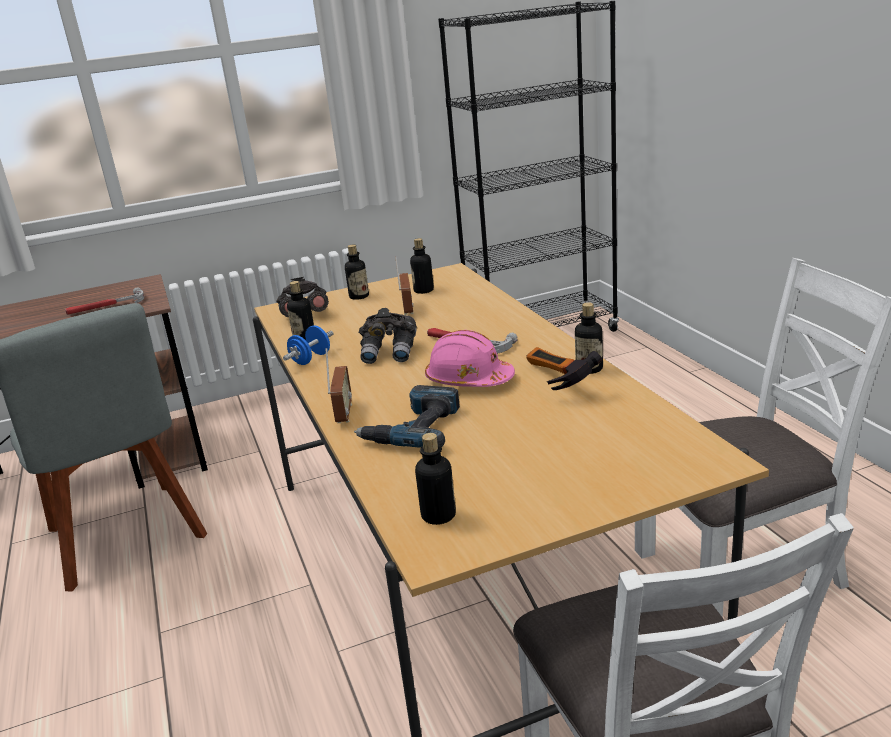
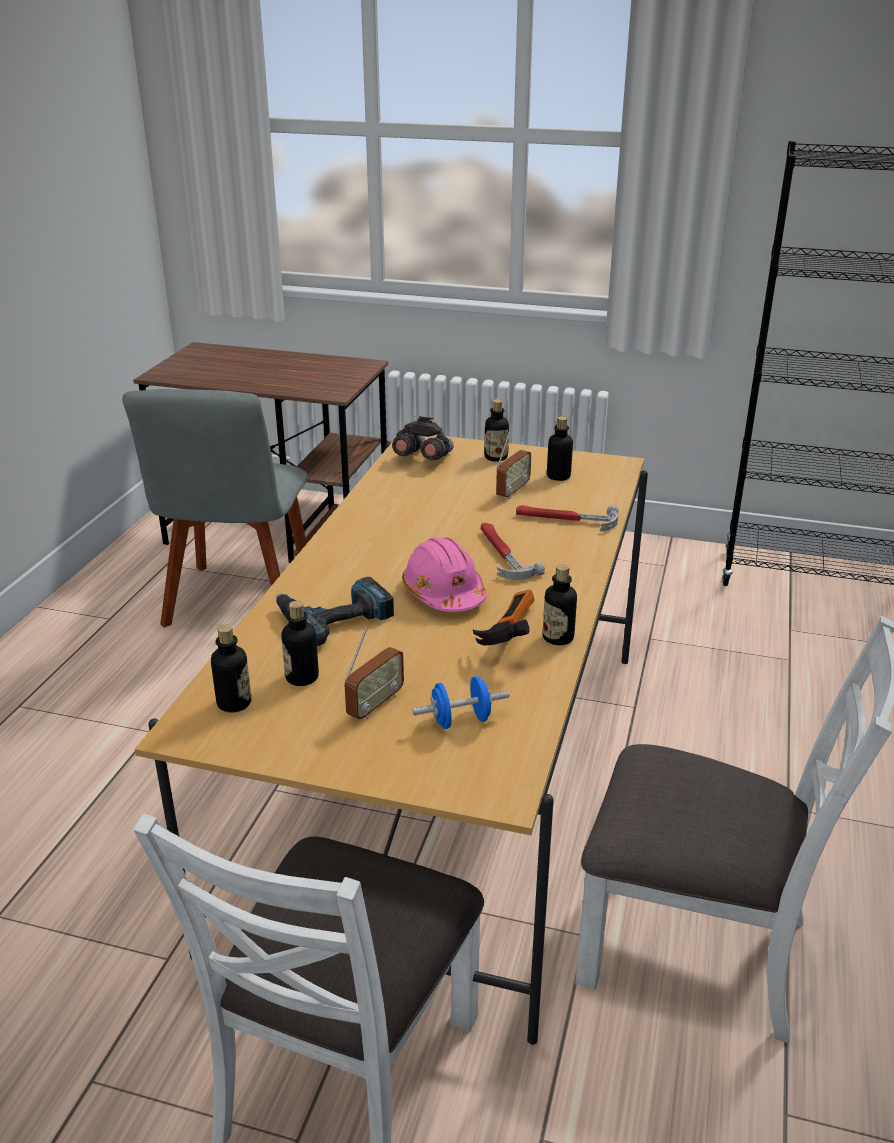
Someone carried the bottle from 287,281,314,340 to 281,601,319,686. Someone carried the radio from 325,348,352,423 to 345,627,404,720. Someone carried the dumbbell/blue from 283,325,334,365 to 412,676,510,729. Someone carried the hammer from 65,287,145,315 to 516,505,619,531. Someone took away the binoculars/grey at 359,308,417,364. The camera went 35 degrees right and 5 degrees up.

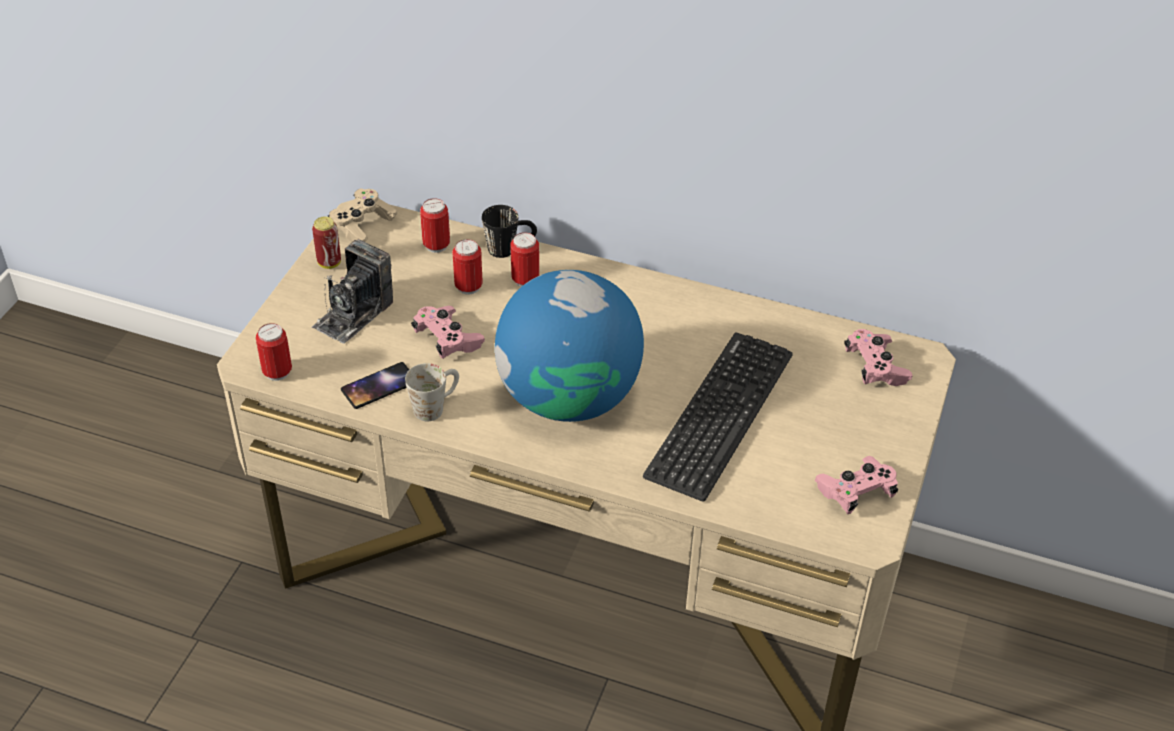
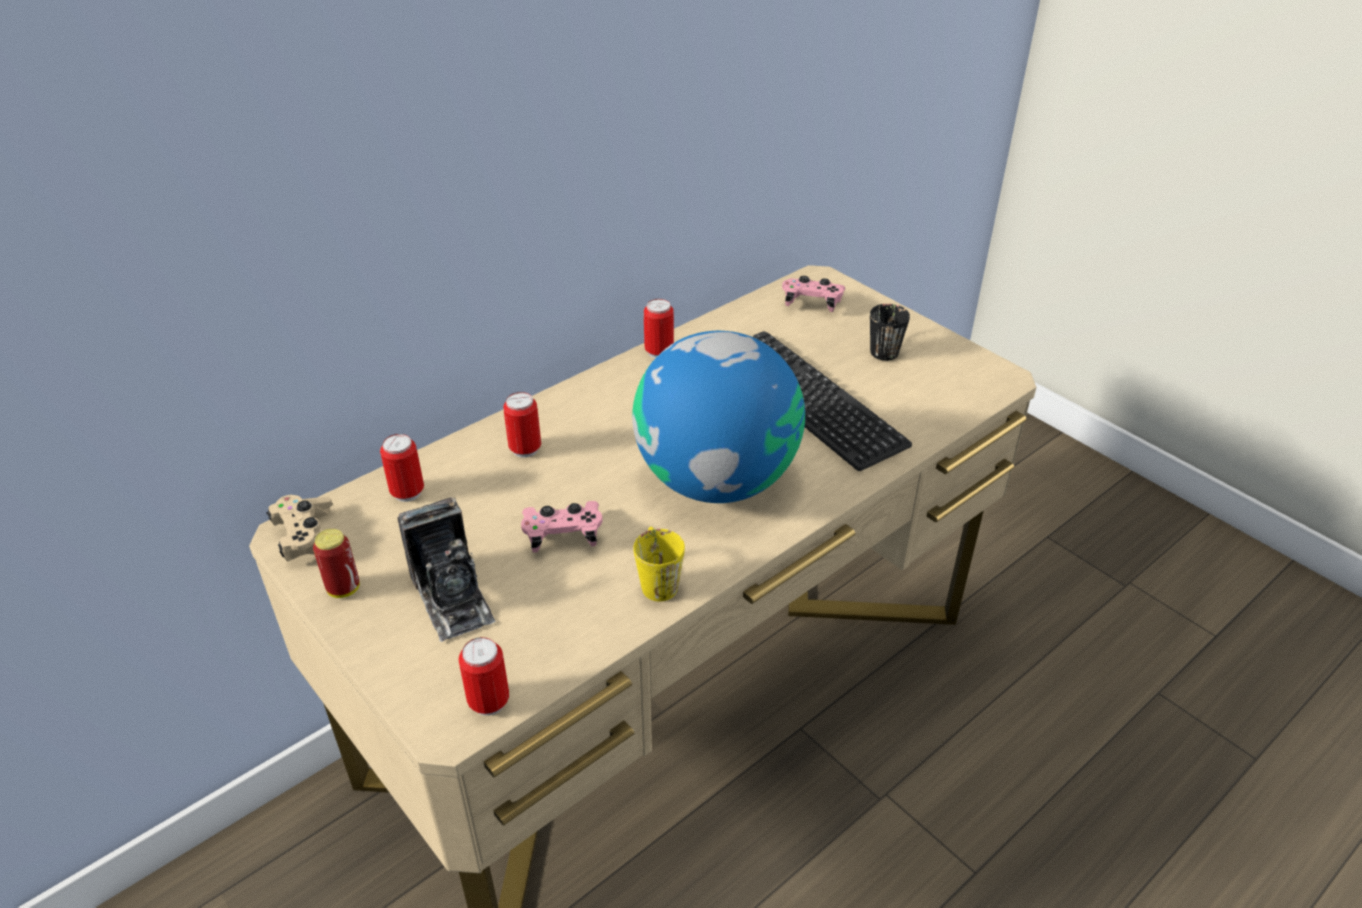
Someone repainted the mug/white at 405,363,459,421, which became the mug/yellow at 633,527,685,602. Someone carried the can from 452,239,483,295 to 644,299,674,358. Someone carried the mug/black from 482,205,537,258 to 870,304,910,361. Someone took away the phone at 341,362,409,409. Someone took away the game controller/pink at 814,456,898,514. The camera went 60 degrees left and 5 degrees down.

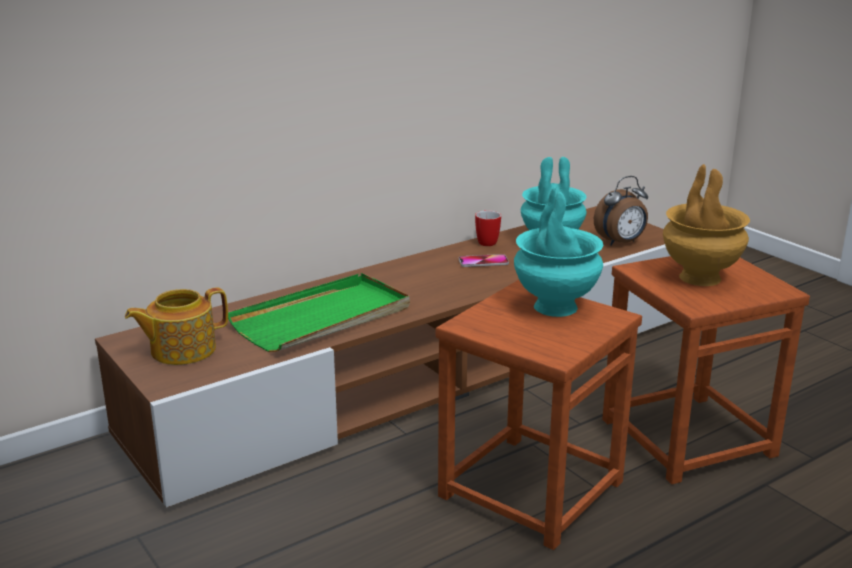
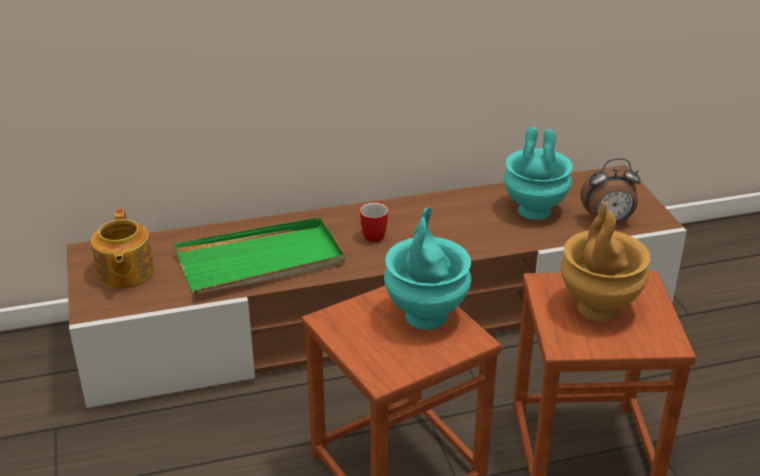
Someone rotated the teapot at 125,287,228,365 by 90 degrees counterclockwise. Someone carried the mug from 475,210,501,246 to 360,201,388,242. Someone took away the phone at 459,254,509,267. The camera went 20 degrees right and 10 degrees up.

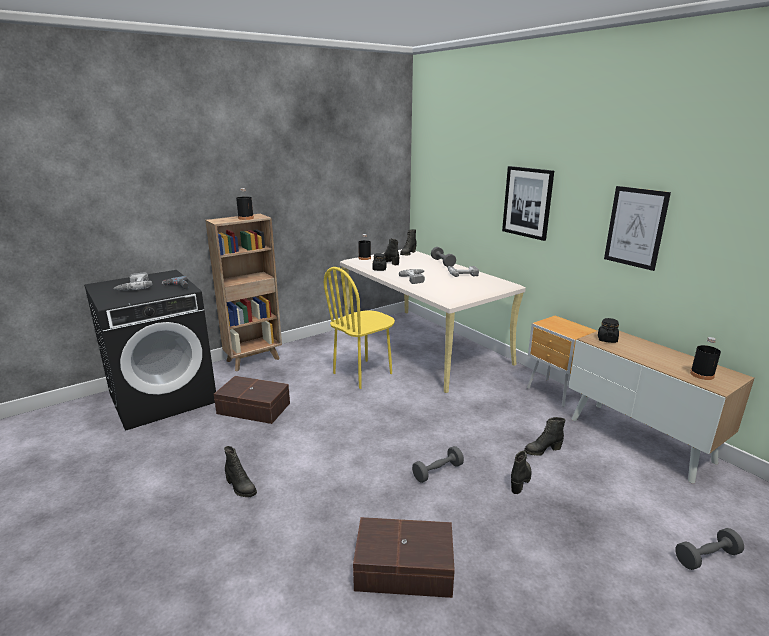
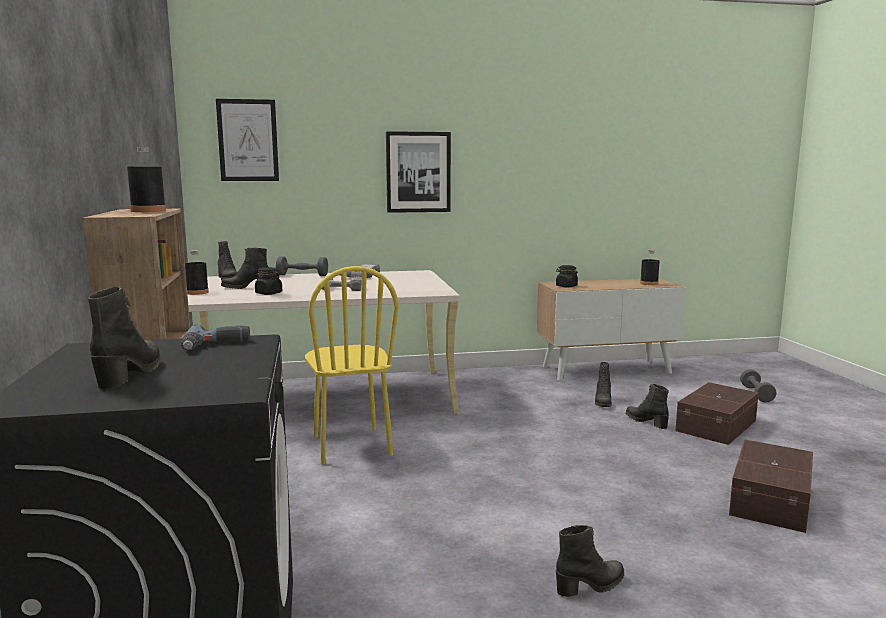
Someone swapped the power drill at 114,272,153,290 for the boot/black at 88,286,160,389. Someone carried the picture from 604,186,671,271 to 216,99,279,181. Someone carried the storage box/brown from 214,376,290,424 to 675,382,759,445. Someone took away the dumbbell/grey at 412,446,464,483. Someone took away the nightstand/brown at 527,316,597,407. The camera went 65 degrees left and 10 degrees down.

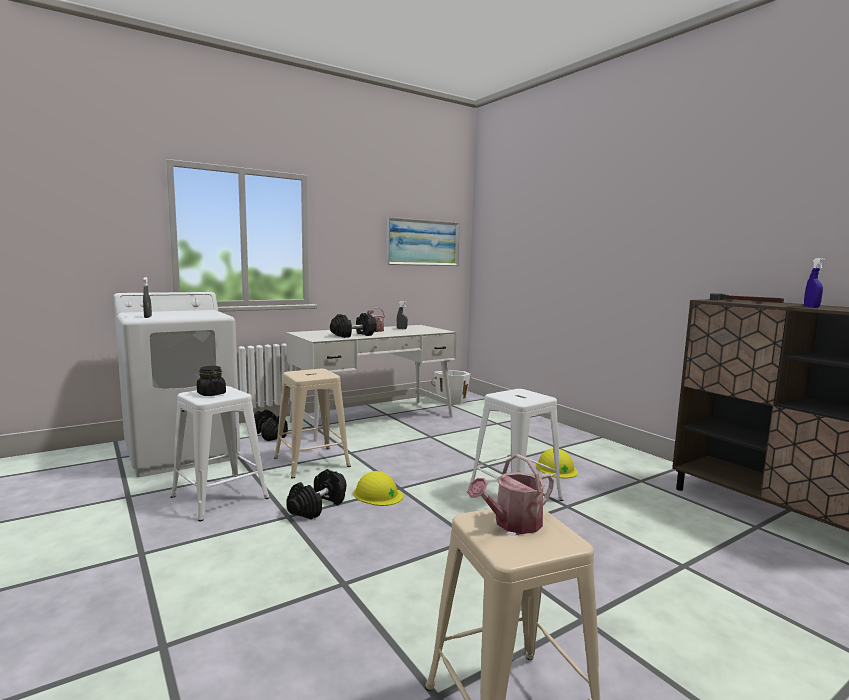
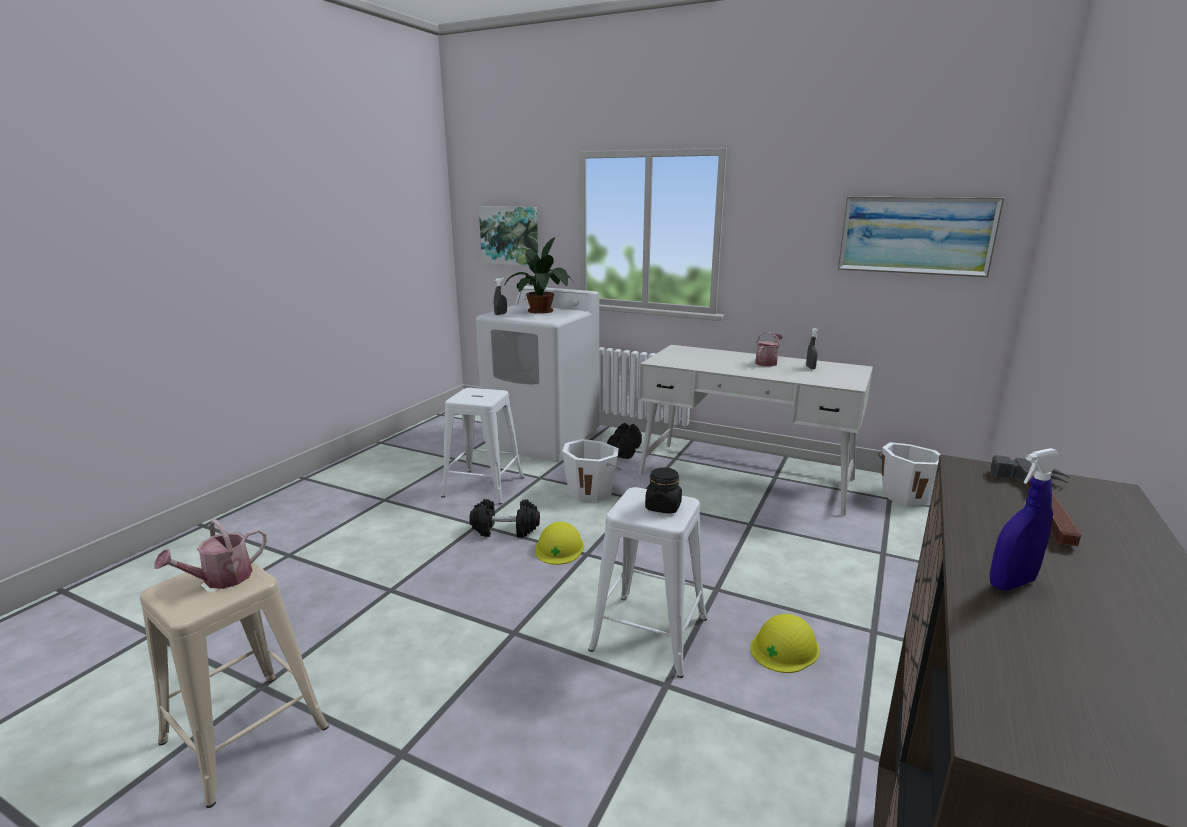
Someone rotated the watering can at 468,454,554,534 by 75 degrees counterclockwise. Someone put up the picture at 479,206,538,266. Someone put down the potted plant at 504,237,575,314. Someone swapped the stool/beige at 274,369,351,478 for the bucket/white at 562,439,621,502. Someone carried the jar/black from 197,366,226,396 to 645,467,682,514. Someone took away the dumbbell/black at 330,313,377,338. The camera went 60 degrees right and 10 degrees up.

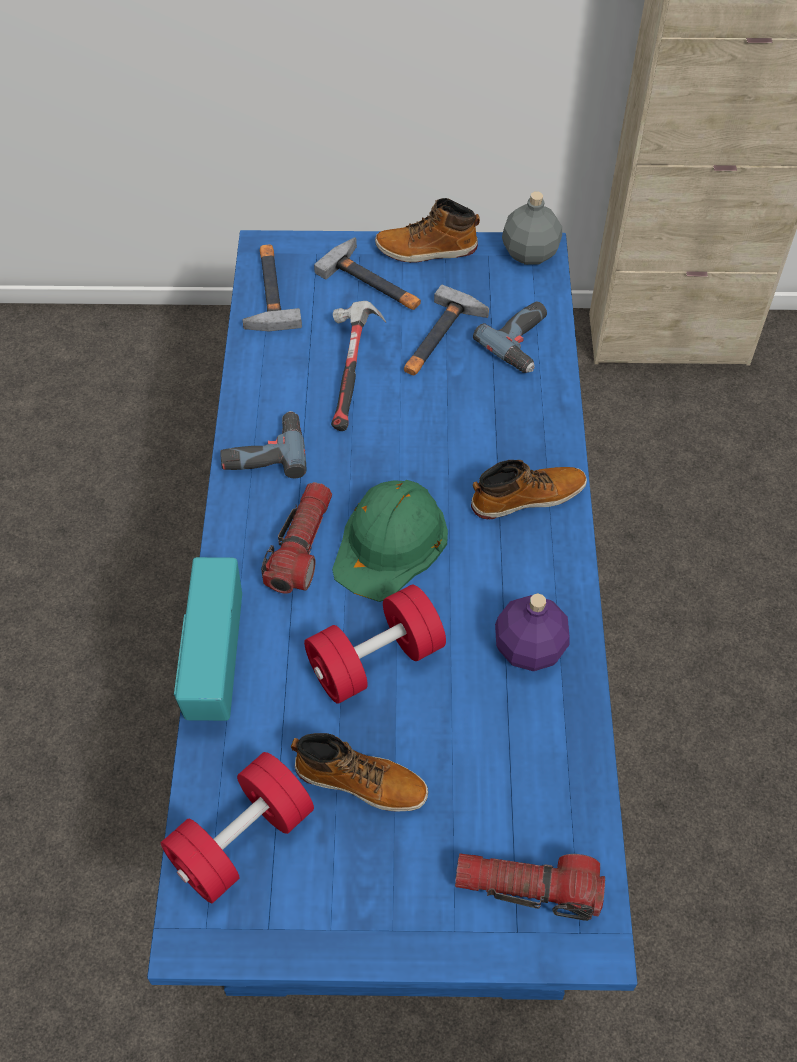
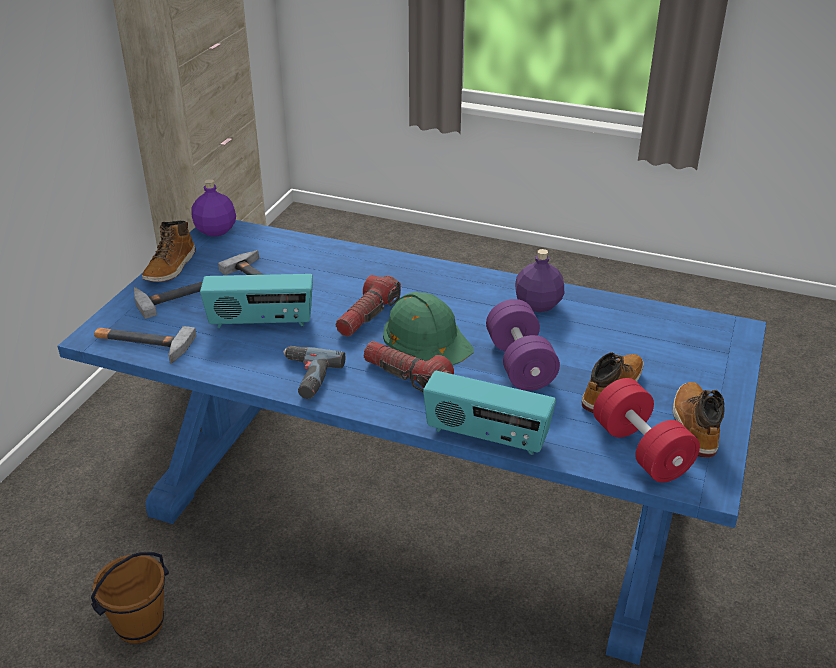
Someone put down the bucket/brown at 91,552,169,644. Someone repainted the bottle/grey at 502,192,562,265, which became the bottle/purple at 191,179,236,236. Someone swapped the hammer at 331,301,386,431 for the radio at 200,274,313,328. Someone carried the flashlight from 455,853,605,921 to 336,275,401,337. Someone repainted the dumbbell/red at 304,585,446,704, which became the dumbbell/purple at 486,299,560,391. Someone carried the boot from 471,460,587,519 to 673,382,725,458. Someone took away the power drill at 473,301,547,373. The camera went 70 degrees left and 20 degrees down.

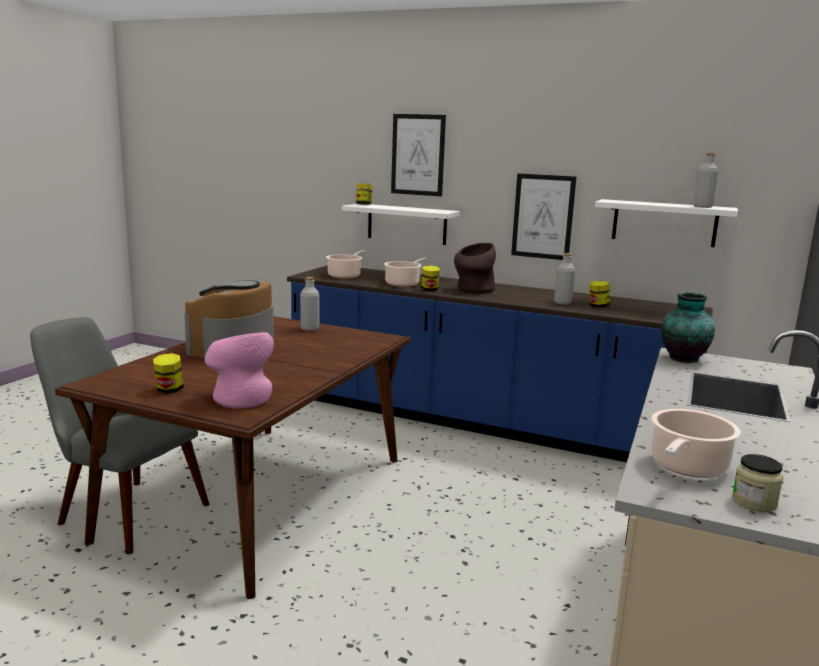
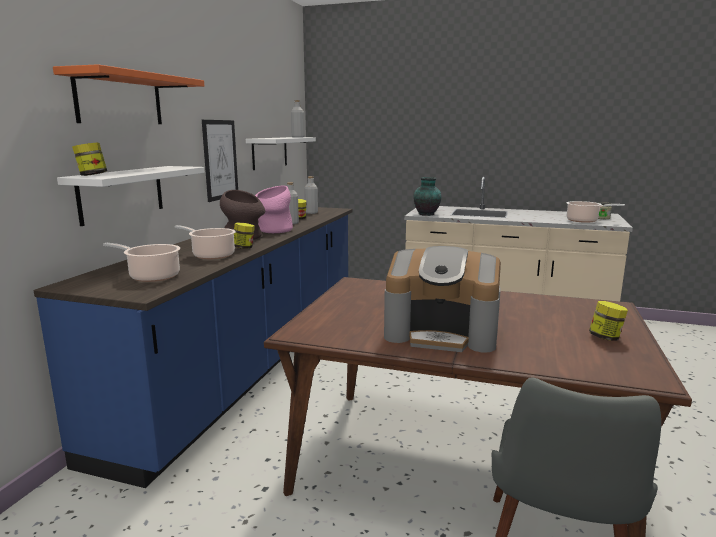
Someone swapped the picture at 391,114,446,196 for the shelf/orange at 53,64,204,124. Someone carried the vase/pink from 205,332,274,408 to 255,186,293,233. Someone carried the bottle/grey from 300,277,319,331 to 304,176,318,214. The camera went 95 degrees left and 0 degrees up.

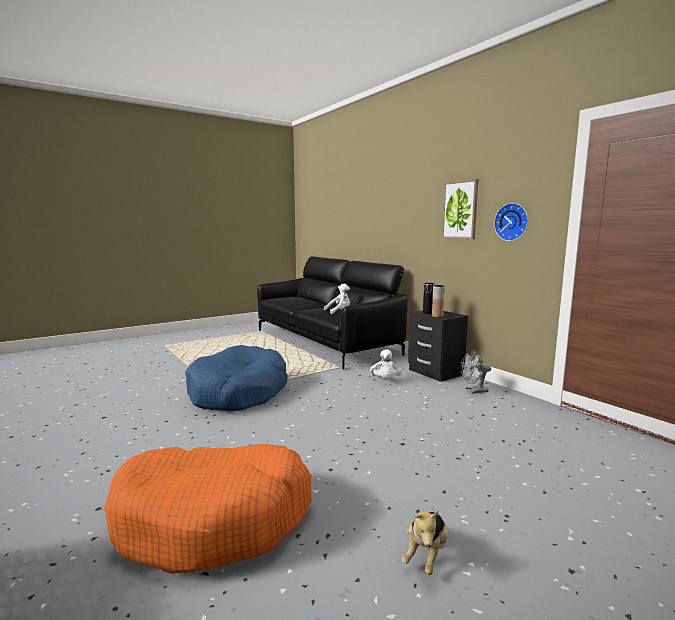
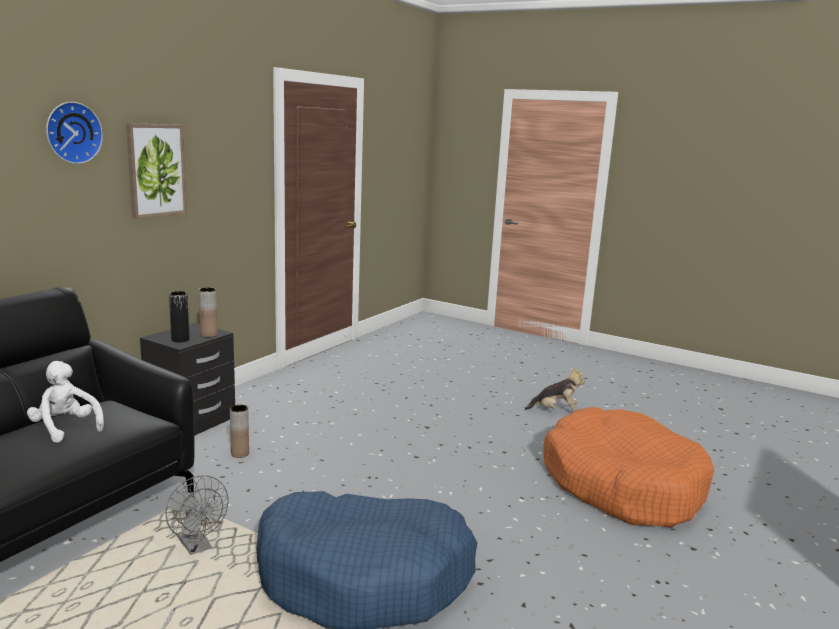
Someone carried the wall clock from 494,203,528,241 to 46,102,103,164. Someone carried the fan/grey from 460,351,491,394 to 166,475,228,555. Someone swapped the plush toy/white at 370,349,402,378 for the vase/brown at 230,405,249,458. The camera went 115 degrees left and 5 degrees up.

